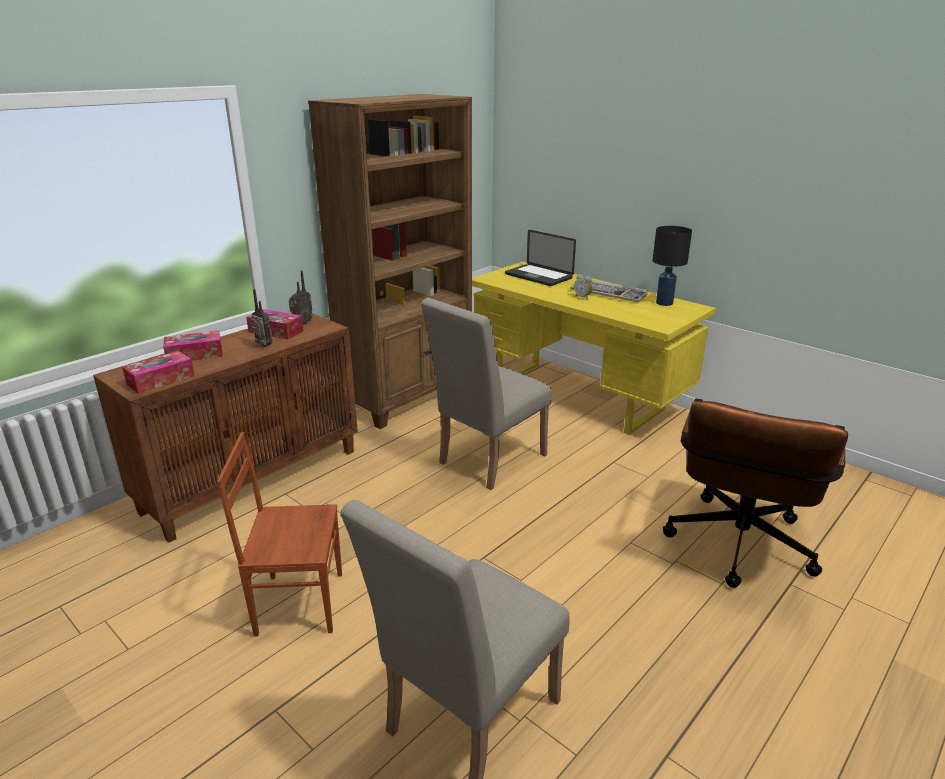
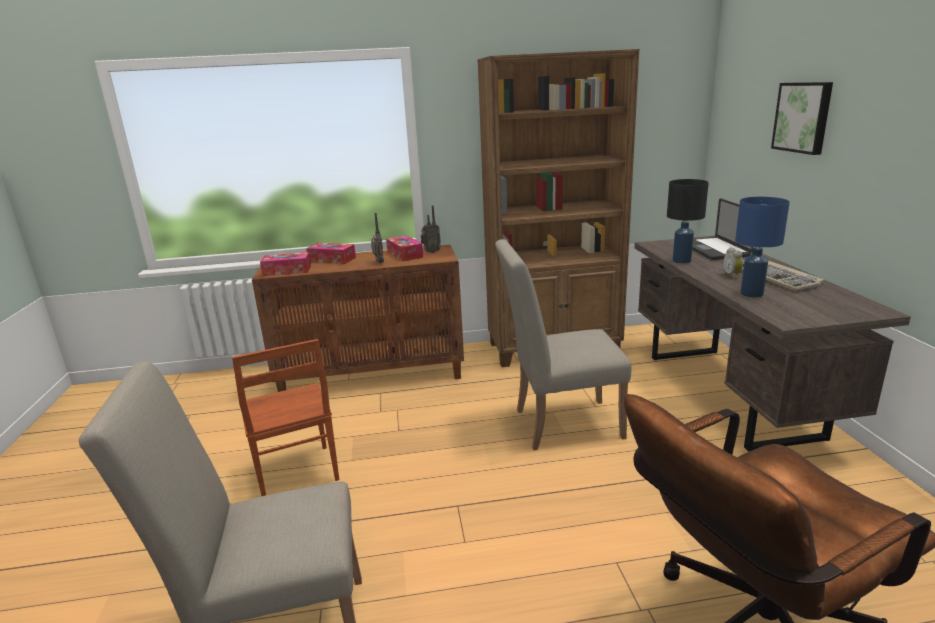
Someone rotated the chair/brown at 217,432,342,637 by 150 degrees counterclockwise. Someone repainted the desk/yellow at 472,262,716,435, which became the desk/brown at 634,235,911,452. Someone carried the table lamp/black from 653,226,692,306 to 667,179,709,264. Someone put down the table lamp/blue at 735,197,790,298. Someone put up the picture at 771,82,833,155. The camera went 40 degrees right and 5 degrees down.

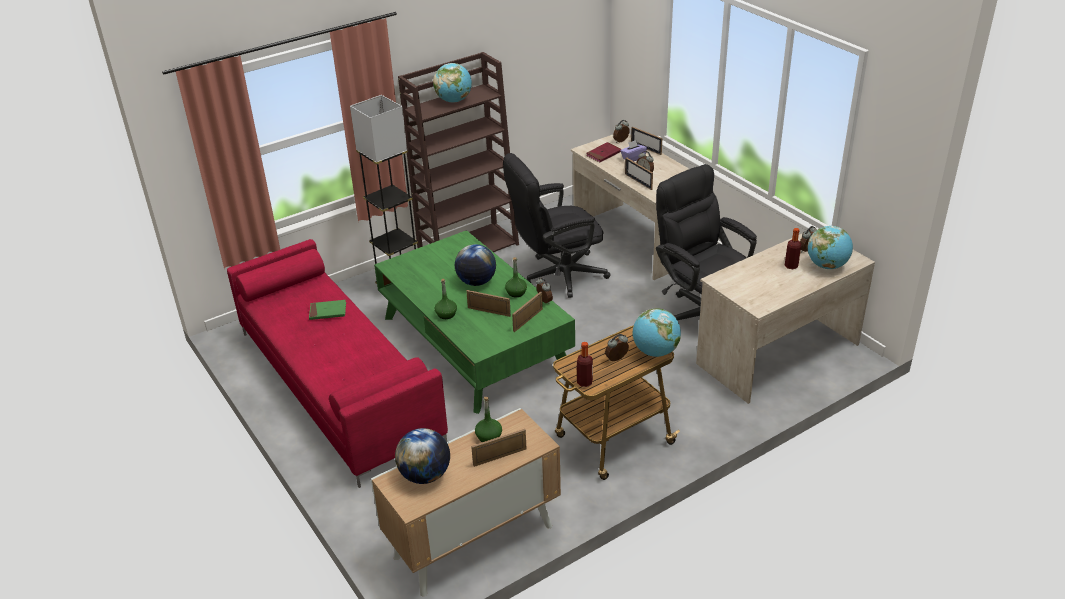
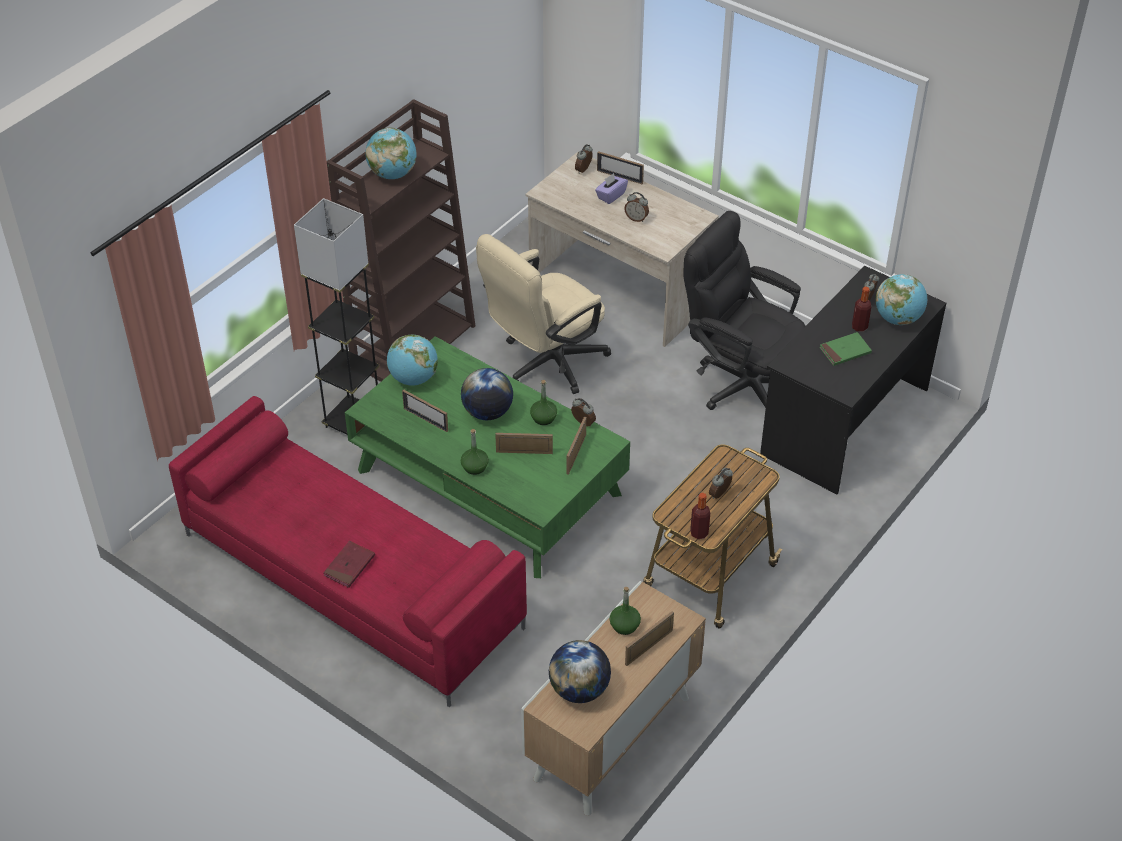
Someone carried the book/red from 586,142,622,162 to 323,541,375,588. Someone carried the globe from 632,308,681,357 to 387,335,438,386. Someone carried the picture frame from 625,157,653,190 to 402,389,448,432. Someone repainted the office chair/black at 503,153,610,298, which became the office chair/beige at 476,234,611,394. Someone repainted the desk/beige at 696,229,875,404, which became the desk/black at 760,266,946,495. Someone carried the book/green from 309,300,346,320 to 820,332,872,366. The camera went 20 degrees left and 10 degrees up.

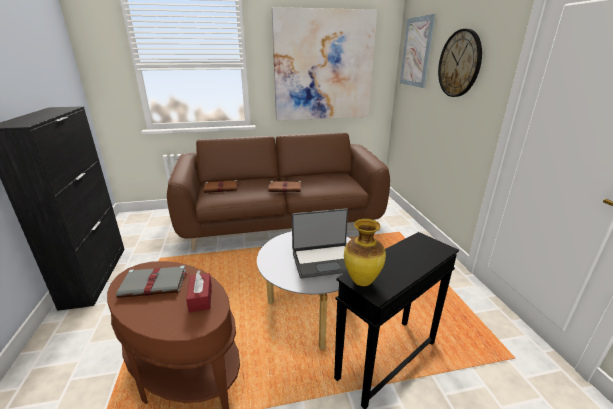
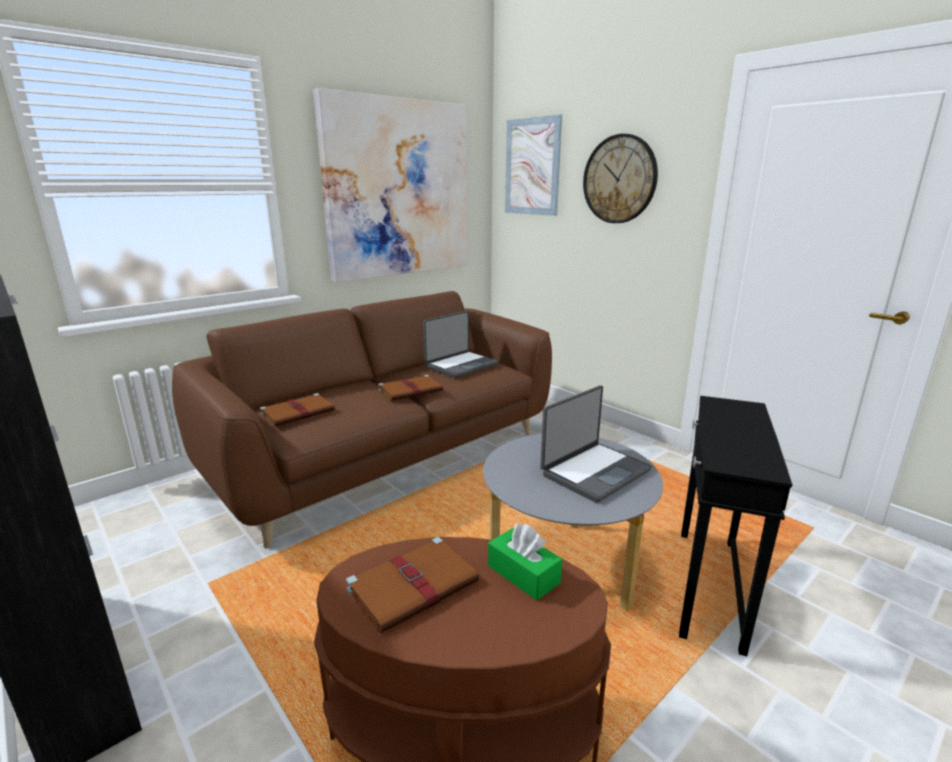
Someone repainted the book/grey at 116,266,189,298, which became the book/brown at 346,537,479,633. Someone put down the laptop at 423,311,499,378. Someone repainted the tissue box/red at 186,270,212,312, which became the tissue box/green at 488,524,562,600. Someone took away the vase at 344,219,386,286. The camera went 30 degrees left and 5 degrees down.

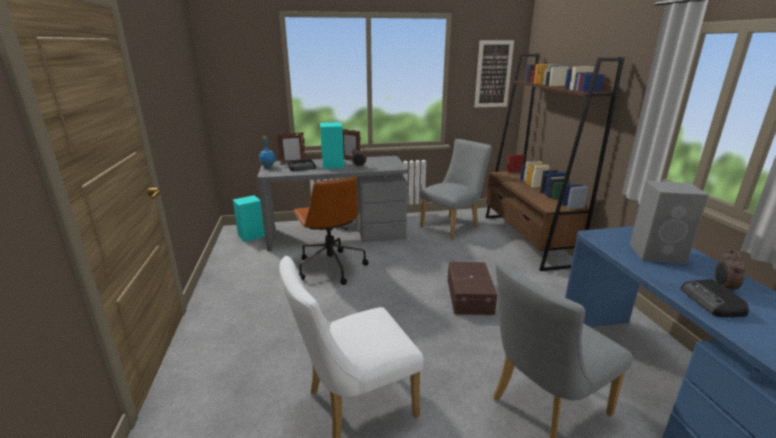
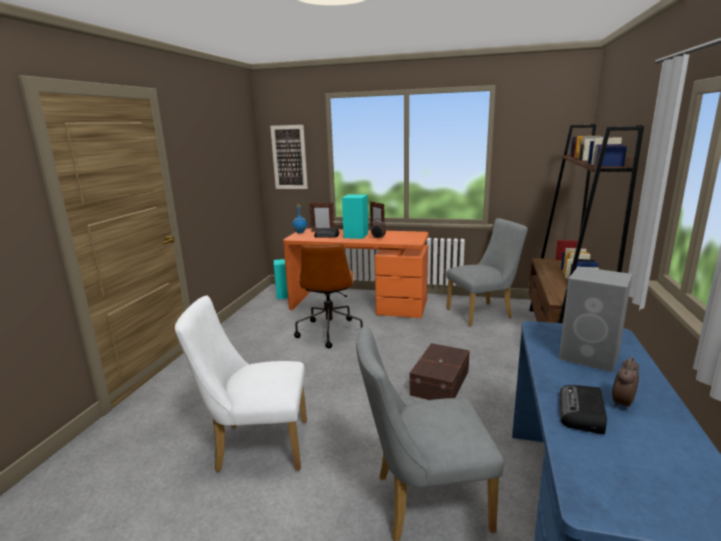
Someone carried the picture from 475,40,514,107 to 270,125,308,189. Someone repainted the desk/grey at 257,156,408,252, which became the desk/orange at 283,228,428,318. The camera went 25 degrees right and 5 degrees down.

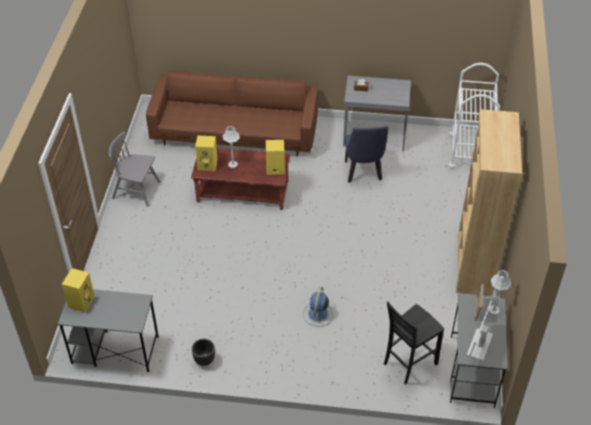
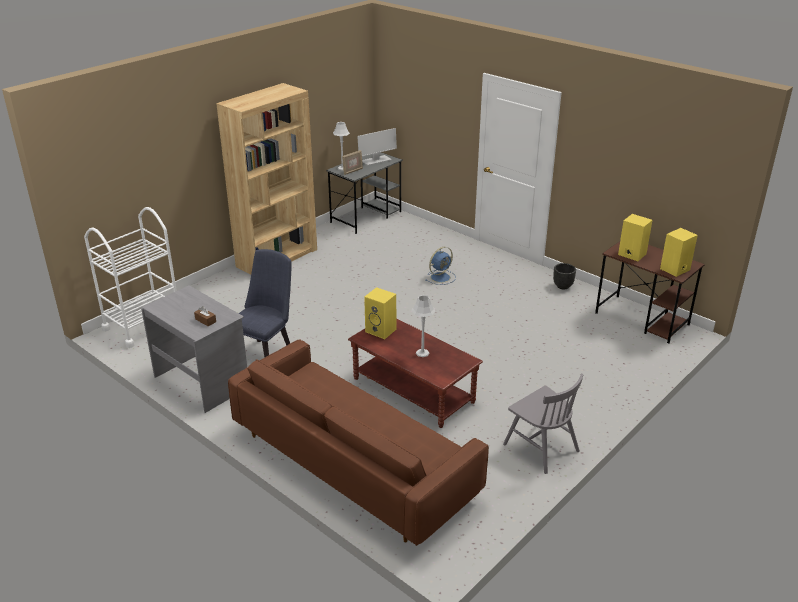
Someone repainted the desk/grey at 58,289,159,372, which became the desk/brown at 595,241,705,344. Someone carried the speaker/yellow from 195,135,218,171 to 618,214,652,261. Someone took away the chair/black at 384,301,444,385. The camera went 145 degrees left and 15 degrees down.

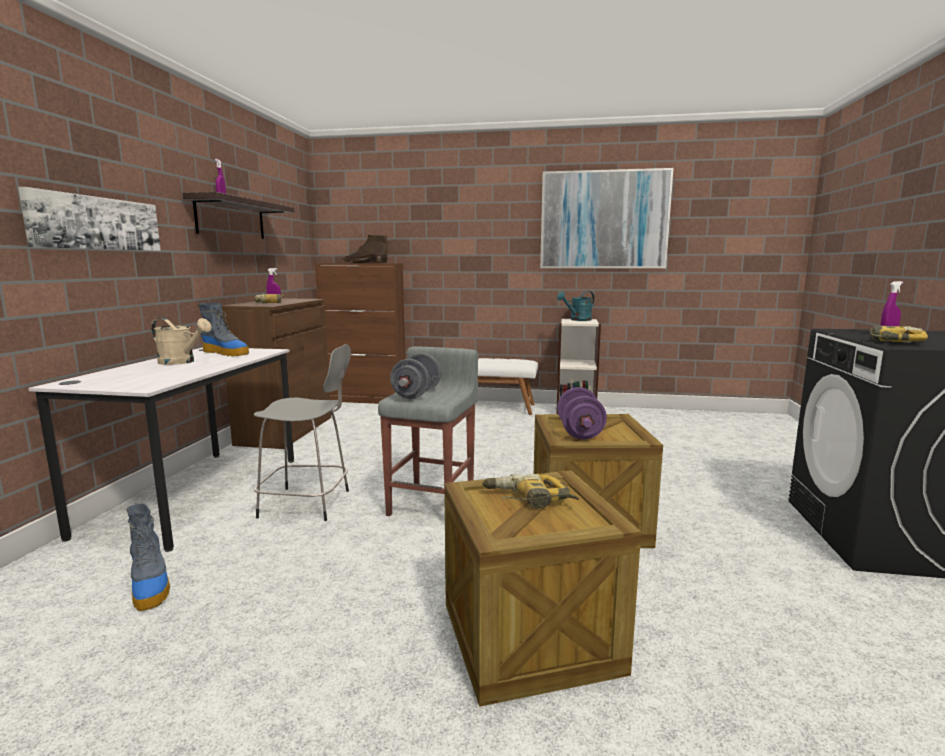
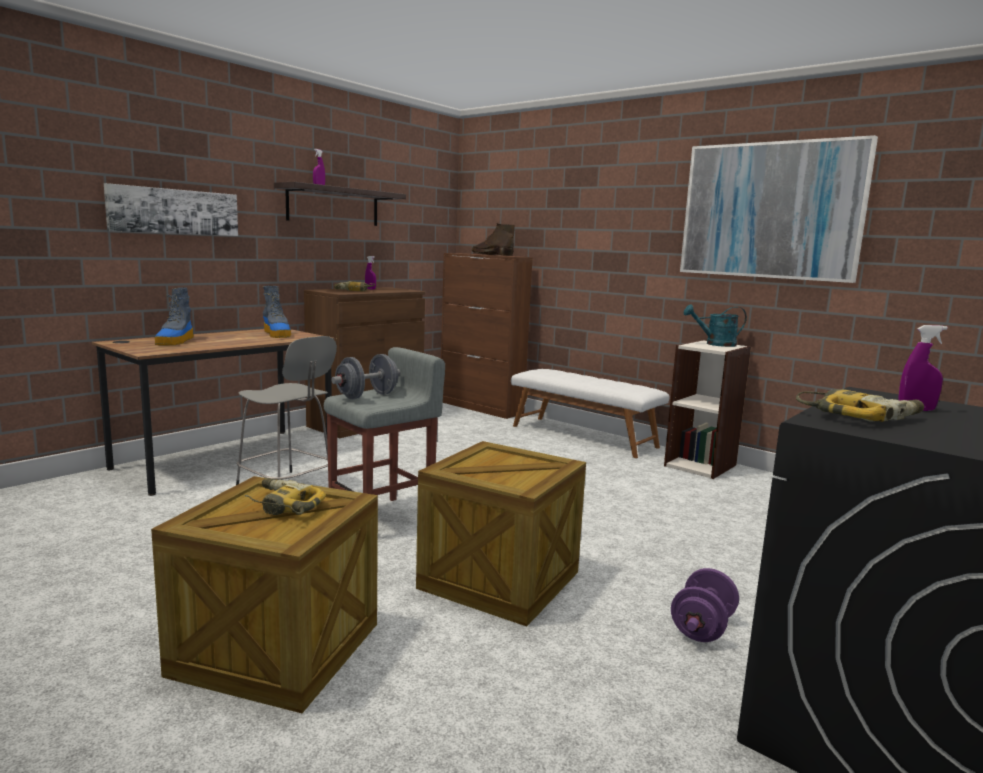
Someone repainted the desk/white at 28,347,294,552, which became the desk/brown at 92,329,335,496. Someone carried the boot from 126,503,170,611 to 155,287,194,346. Someone carried the dumbbell/purple from 557,387,607,439 to 671,568,739,642. Someone took away the watering can/beige at 151,317,212,365. The camera went 30 degrees right and 0 degrees up.

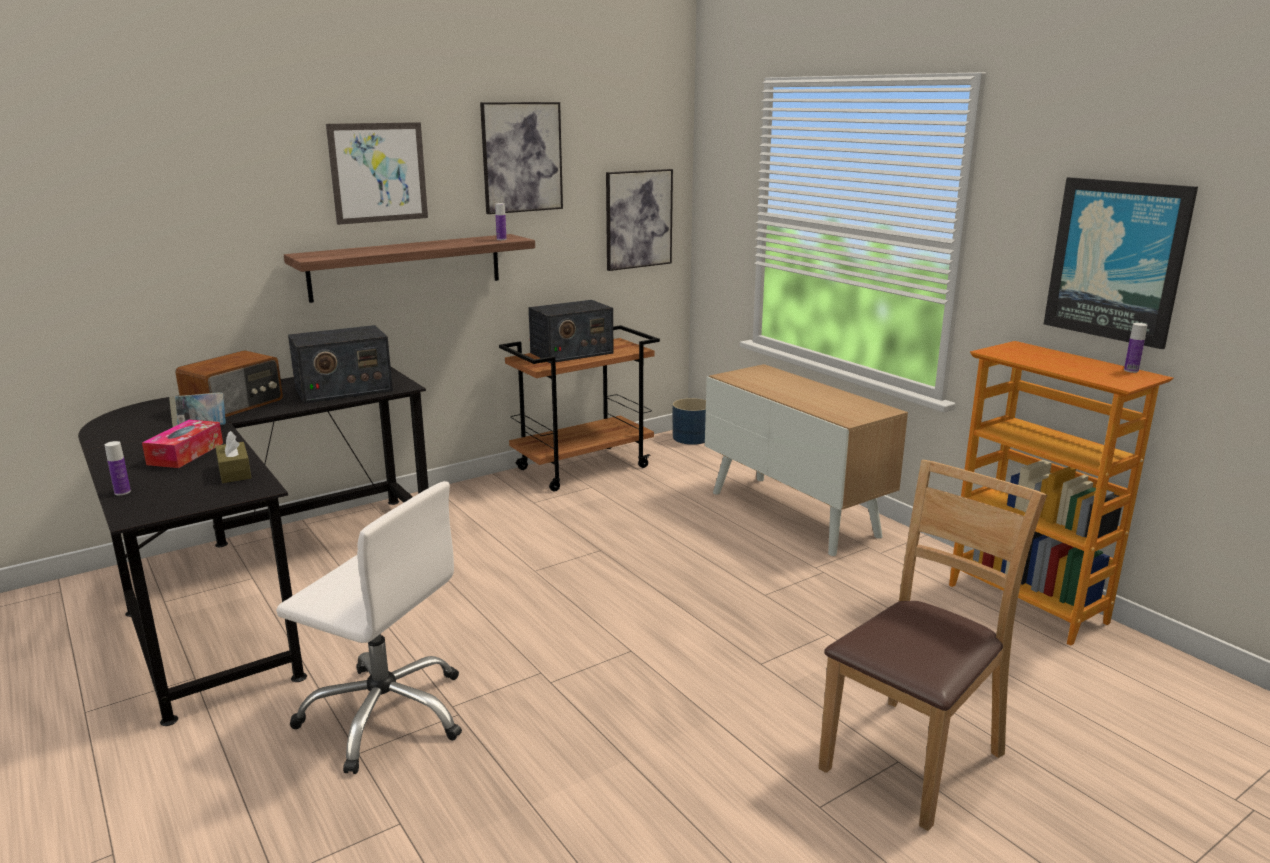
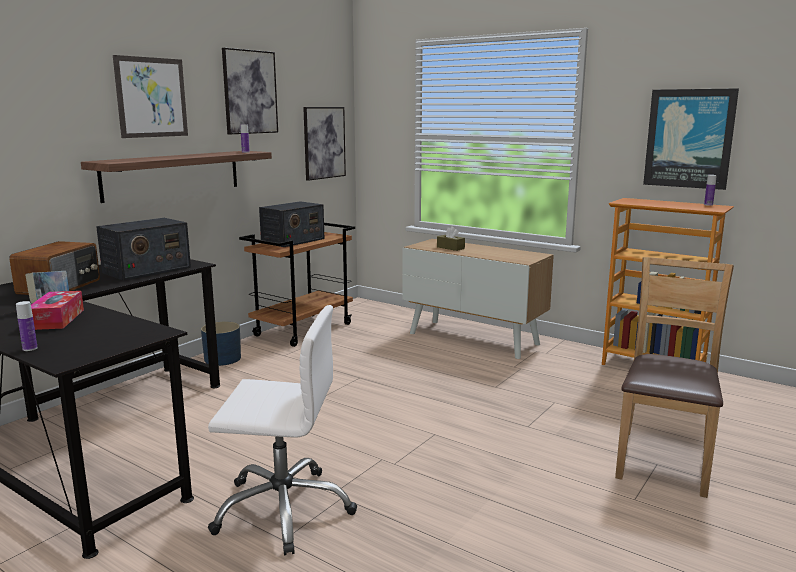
Someone carried the planter/blue from 673,398,706,445 to 201,321,241,366. Someone carried the tissue box/brown from 215,431,251,483 to 437,226,465,251. The camera went 20 degrees left and 5 degrees down.

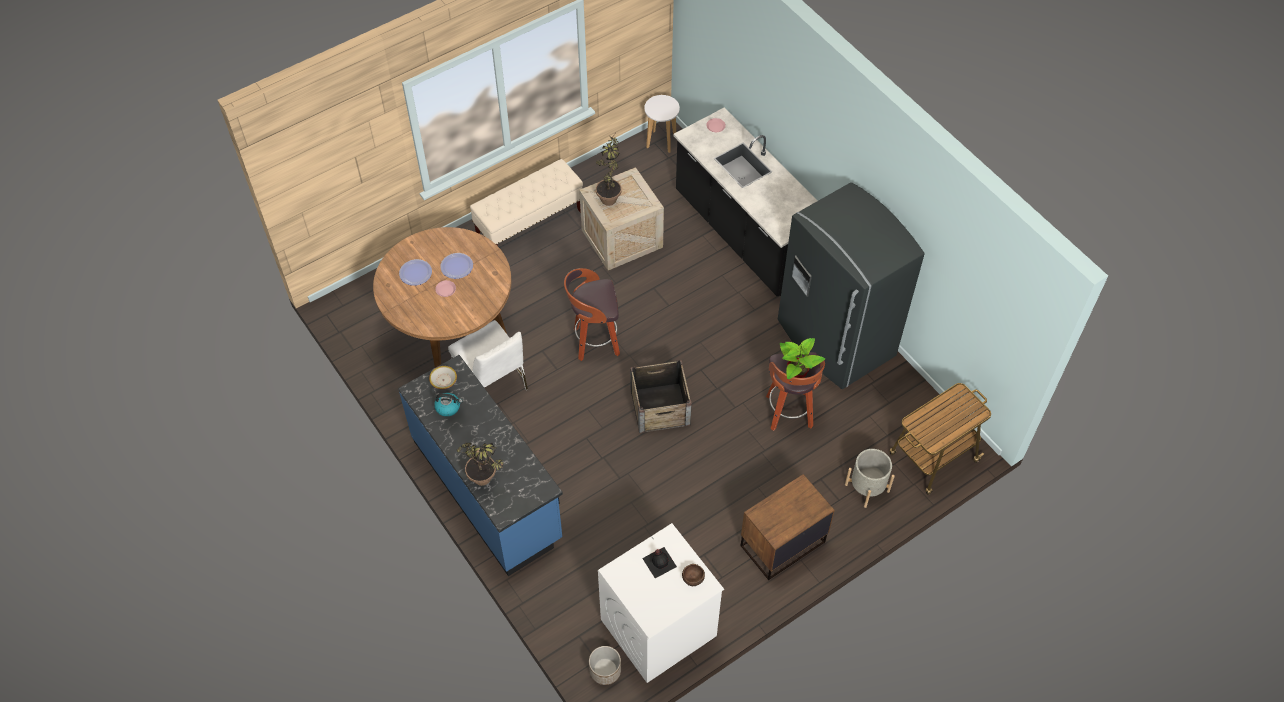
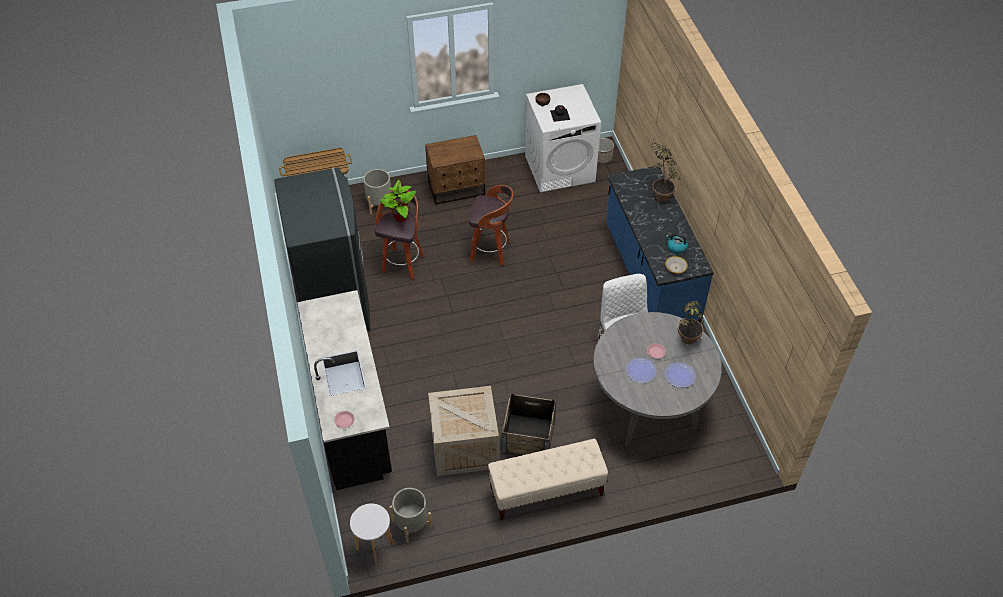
Someone put down the planter/grey at 389,488,432,543. Someone carried the stool from 564,268,620,361 to 469,185,513,266. Someone carried the crate from 630,360,692,433 to 502,393,556,456. Someone repainted the dining table/brown at 373,227,512,368, which became the dining table/grey at 593,312,722,446. Someone carried the potted plant from 596,134,622,206 to 678,301,704,344. The camera went 160 degrees left and 5 degrees down.

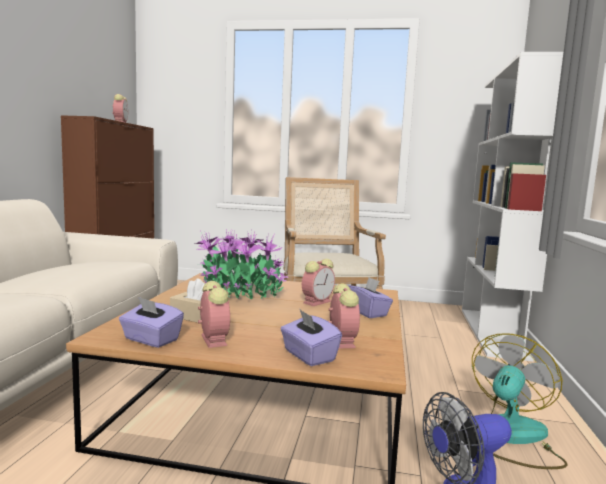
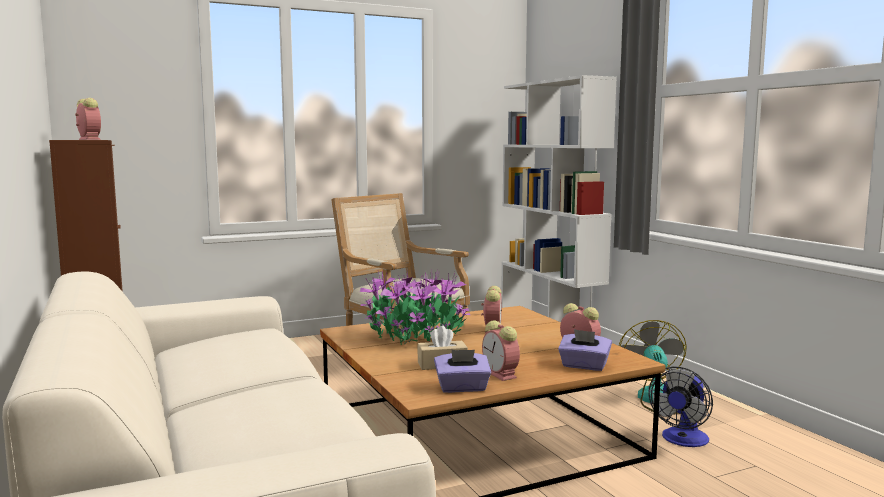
Someone rotated the alarm clock at 198,281,230,348 by 150 degrees counterclockwise. Someone took away the tissue box/purple at 348,277,393,318. The camera went 35 degrees left and 0 degrees up.

